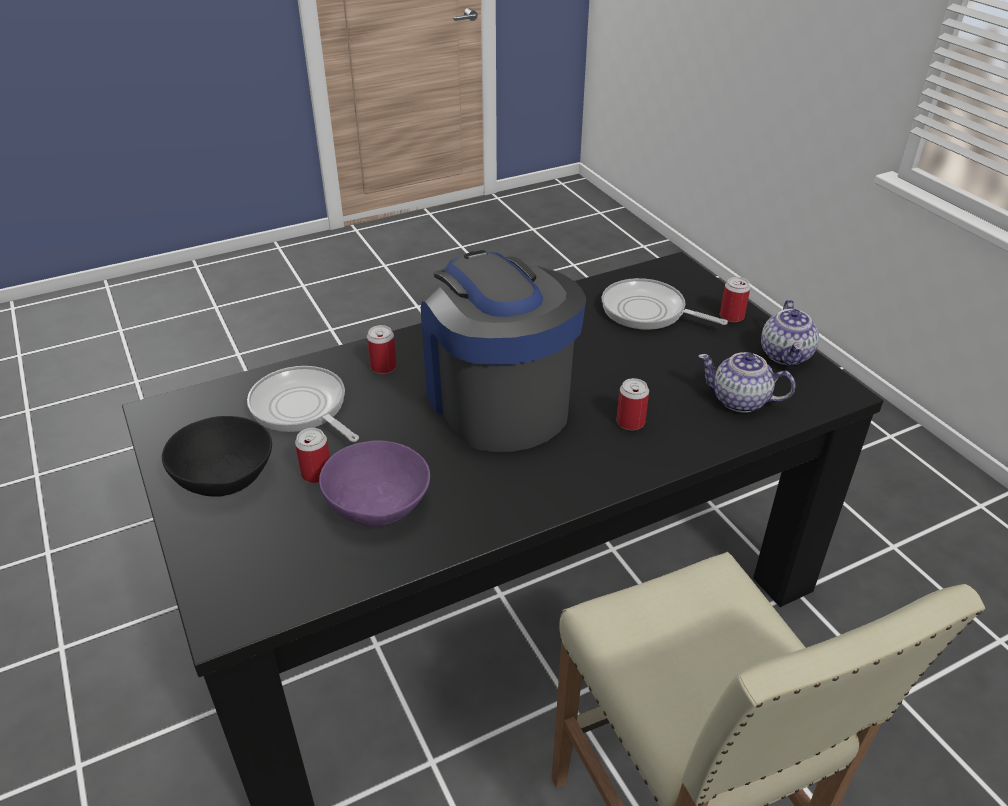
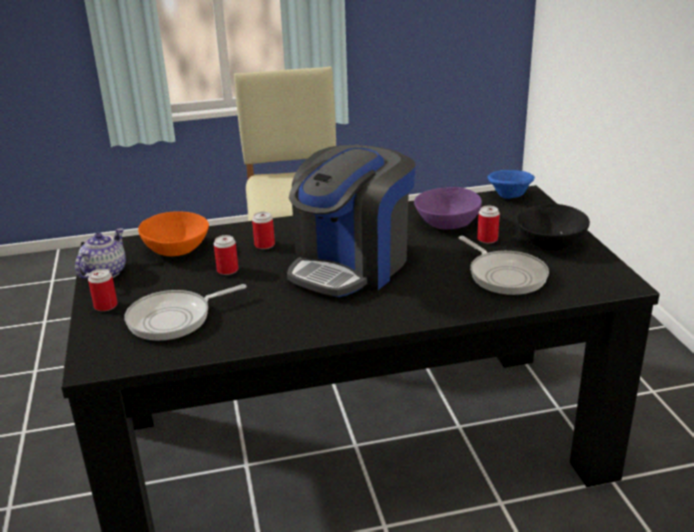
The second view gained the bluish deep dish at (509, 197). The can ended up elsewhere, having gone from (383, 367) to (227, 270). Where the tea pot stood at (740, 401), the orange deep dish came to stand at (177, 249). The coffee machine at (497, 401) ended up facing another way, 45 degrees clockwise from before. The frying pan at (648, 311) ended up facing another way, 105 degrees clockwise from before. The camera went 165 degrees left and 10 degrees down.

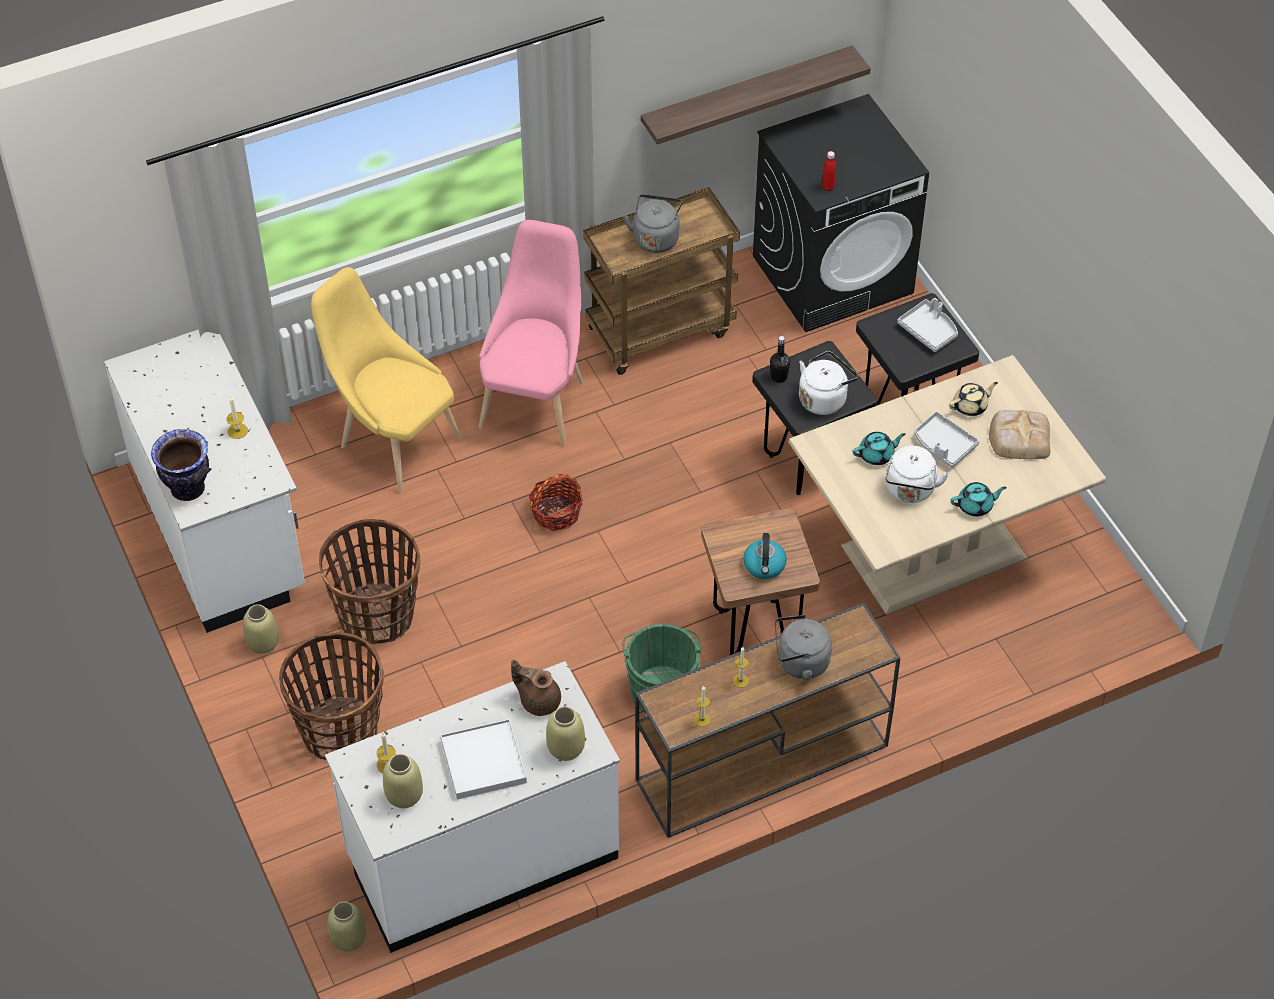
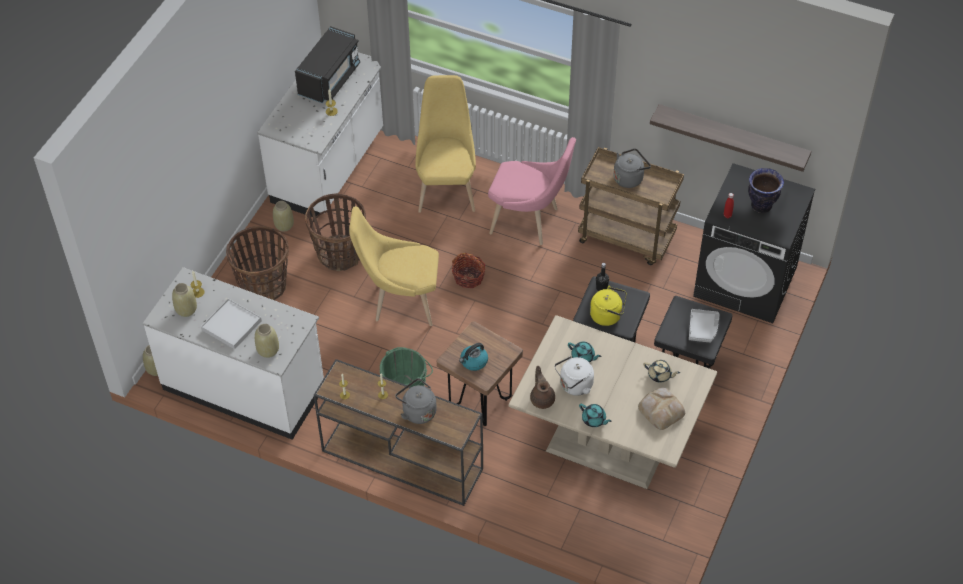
The second view lost the gray tray at (943, 445). The second view gained the black-coloured kitchen microwave at (330, 79). The second view gained the yellow plain chair at (400, 301). The vase ended up elsewhere, having gone from (187, 489) to (761, 206). The brown-coloured tea pot ended up elsewhere, having gone from (538, 700) to (542, 398). What was the white tea kettle at (824, 398) turned into the yellow tea kettle at (608, 315). The pink plain chair at (536, 399) ended up facing another way, 45 degrees clockwise from before. The camera went 50 degrees right and 0 degrees up.

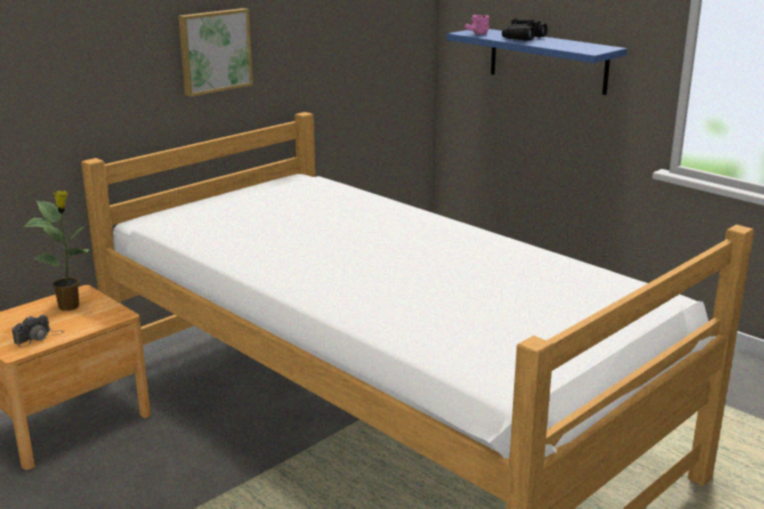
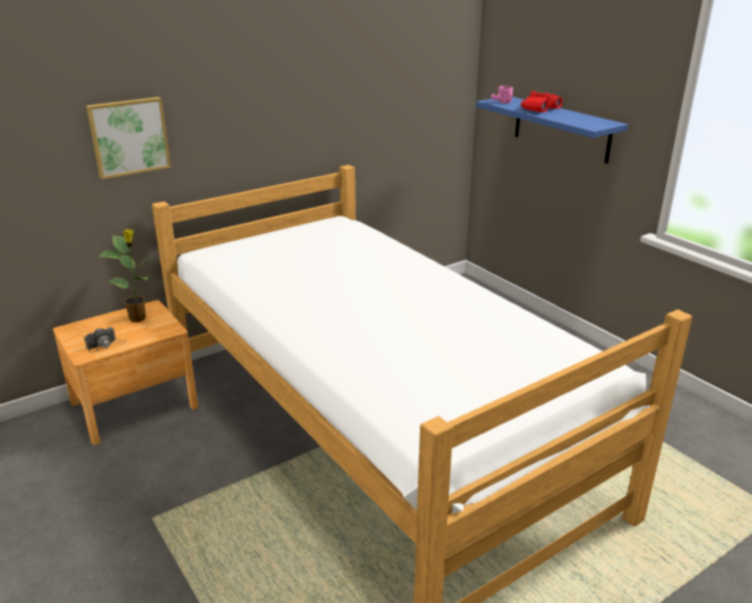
The wall art ended up elsewhere, having gone from (214, 51) to (129, 136). What was the black-coloured binoculars at (523, 38) turned into the reddish binoculars at (539, 109). The camera went 10 degrees right and 5 degrees up.

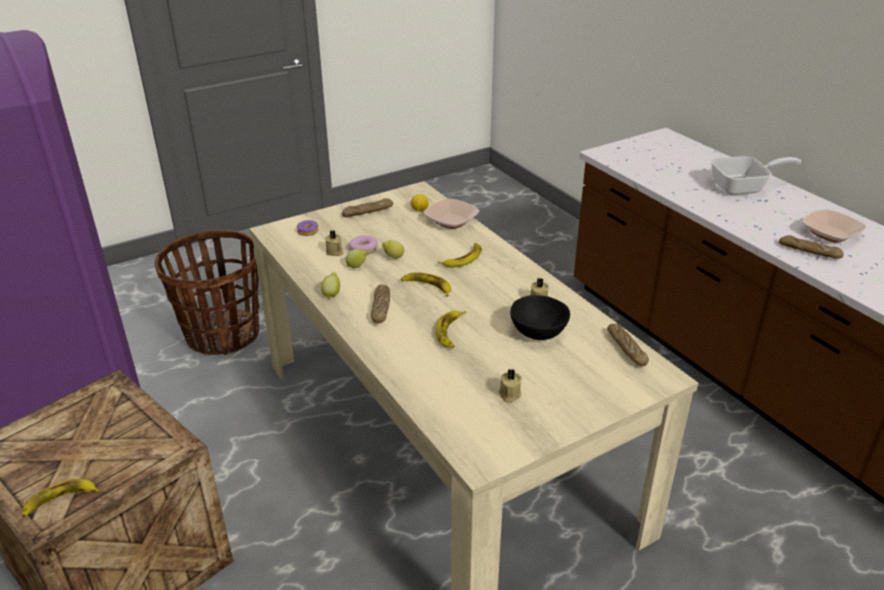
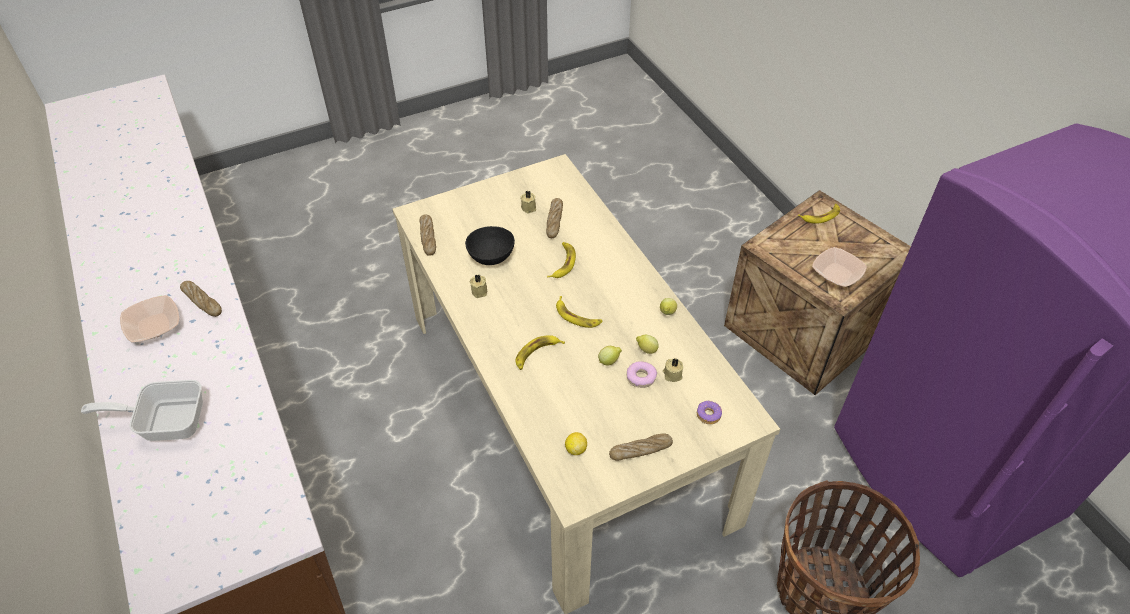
The bakery bread ended up elsewhere, having gone from (381, 308) to (554, 221). The deep dish ended up elsewhere, having gone from (451, 221) to (836, 274). The camera went 175 degrees left and 15 degrees up.

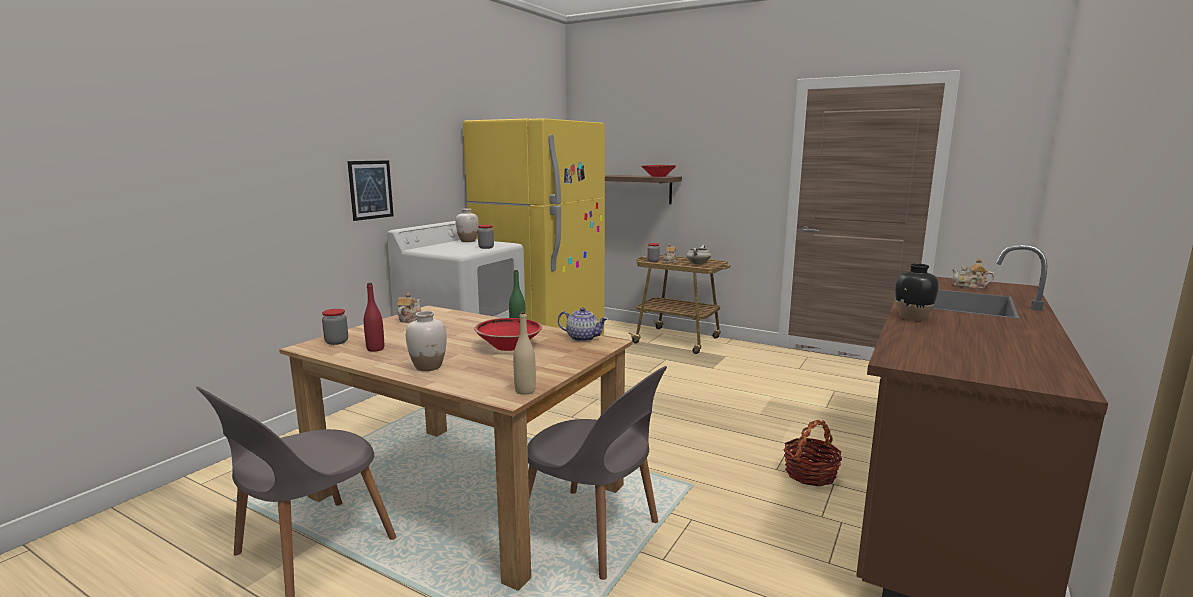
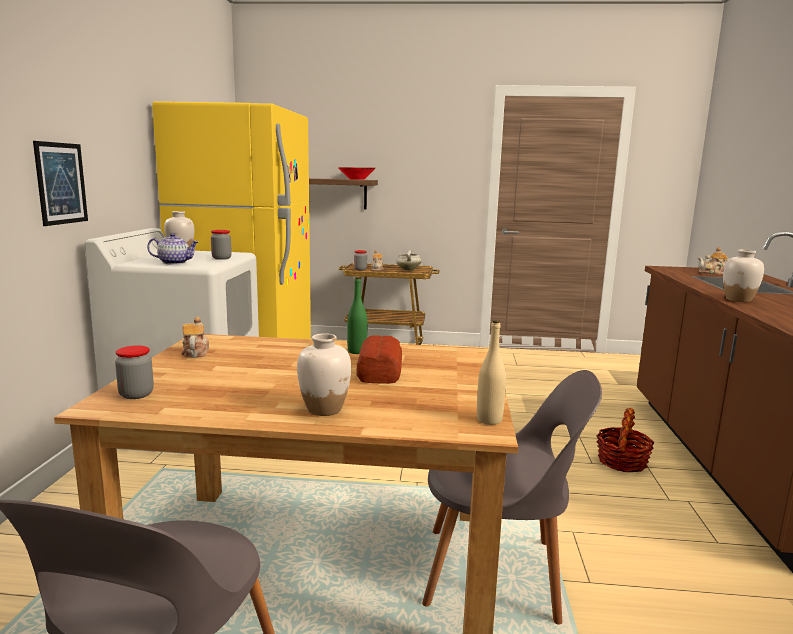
The second view lost the reddish drink bottle at (375, 349). The tea pot ended up elsewhere, having gone from (583, 338) to (175, 263). Where the reddish deep dish stood at (508, 346), the bakery bread came to stand at (379, 371). What was the black-coloured vase at (912, 318) turned into the white vase at (738, 300). The camera went 25 degrees left and 0 degrees up.

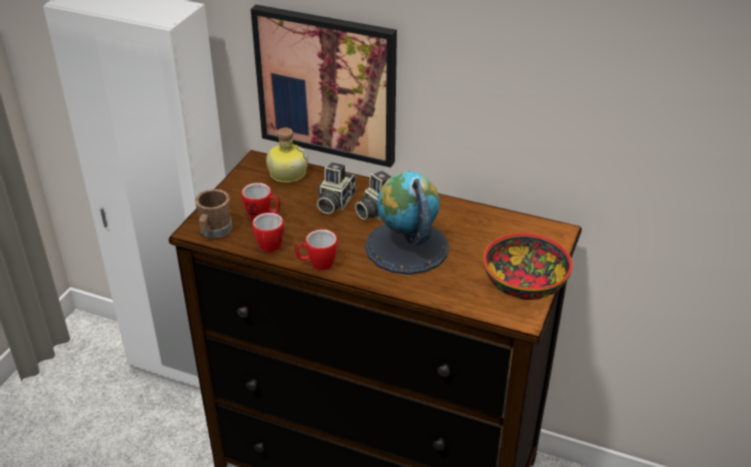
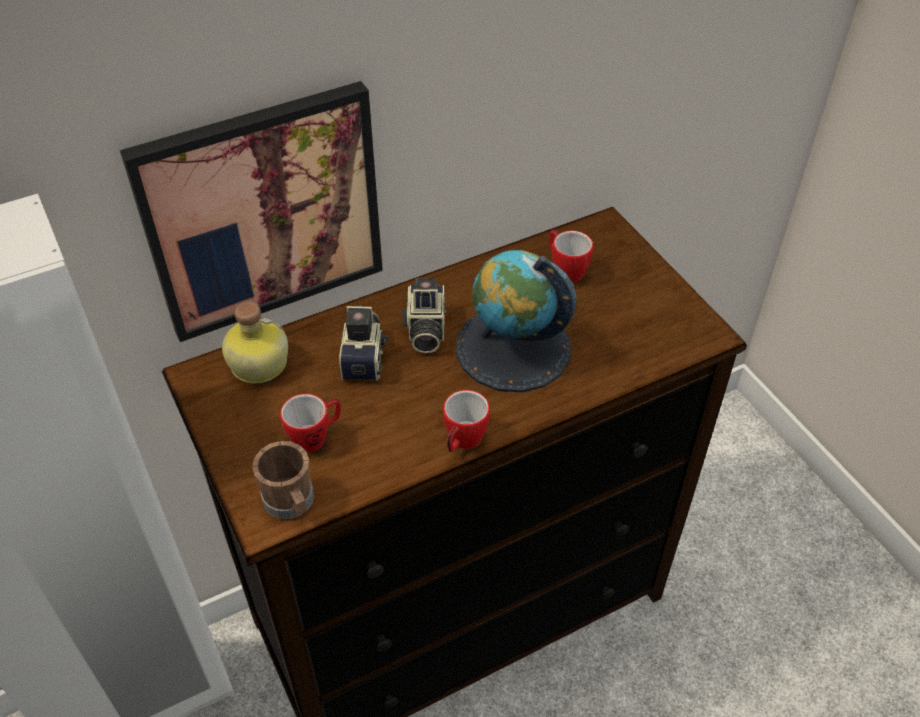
The second view lost the deep dish at (525, 285). The tea mug ended up elsewhere, having gone from (271, 242) to (565, 269). The photo camera at (334, 202) ended up facing another way, 150 degrees counterclockwise from before. The camera went 50 degrees left and 10 degrees up.

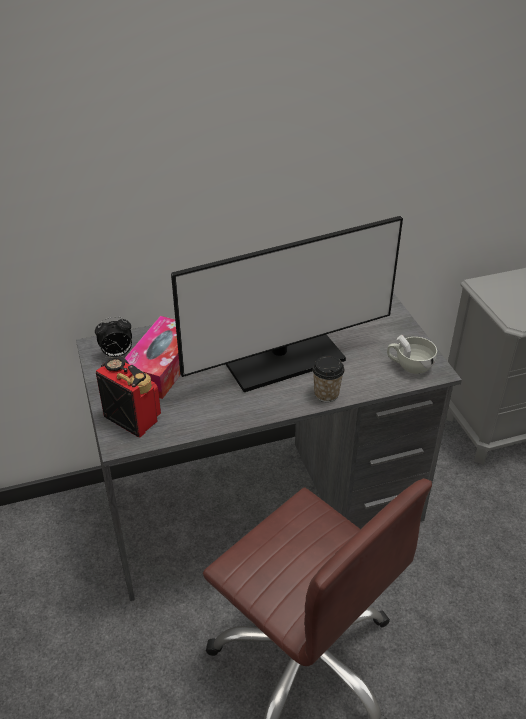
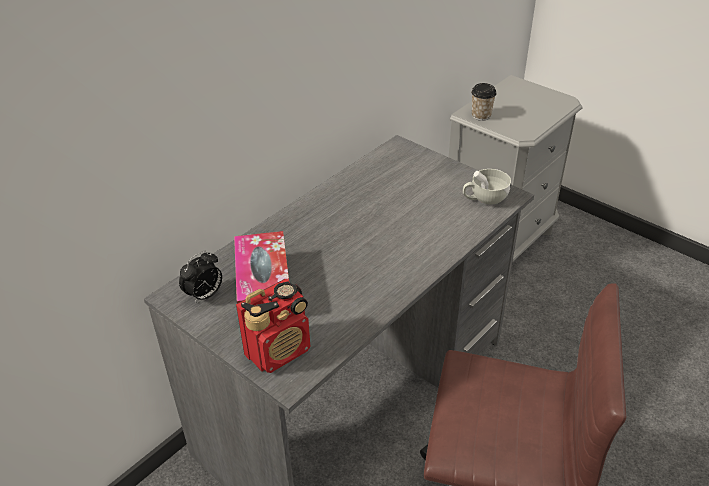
The second view lost the computer display at (284, 360). The cup ended up elsewhere, having gone from (326, 394) to (481, 116). The radio at (132, 418) ended up facing another way, 135 degrees clockwise from before. The camera went 30 degrees left and 0 degrees up.

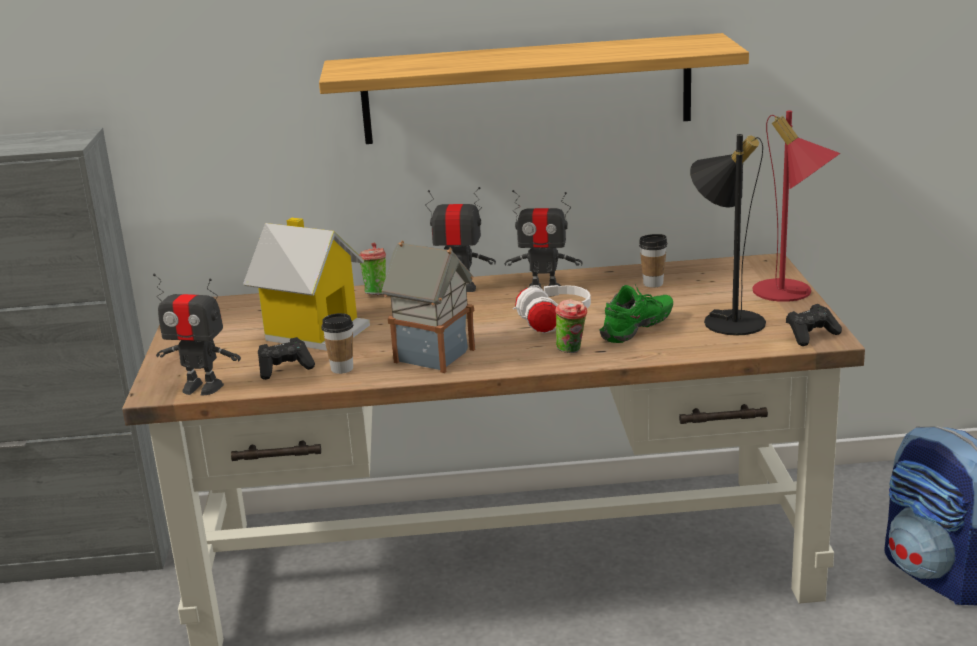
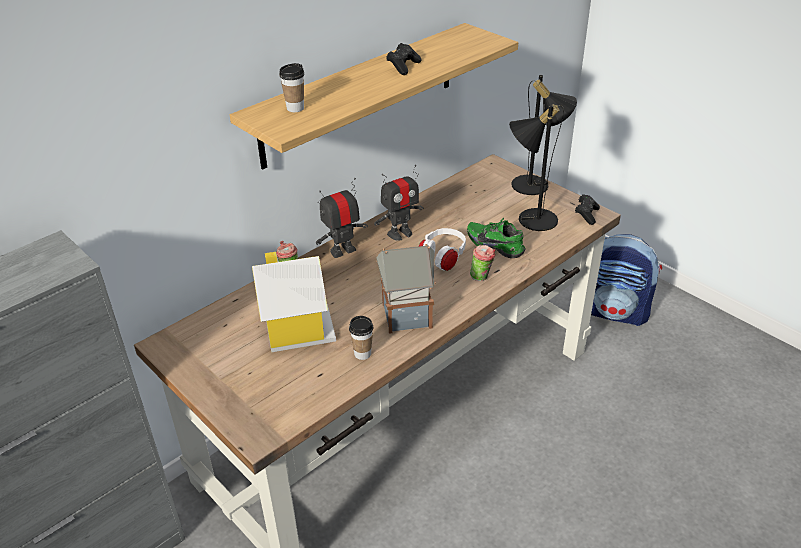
The second view lost the model robot at (202, 387). The black-coloured gamepad ended up elsewhere, having gone from (285, 369) to (403, 67). The cup ended up elsewhere, having gone from (653, 284) to (295, 108). What was the reddish table lamp at (791, 294) turned into the black-coloured table lamp at (537, 186). The green-coloured shoe at (639, 330) ended up facing another way, 60 degrees counterclockwise from before. The camera went 40 degrees left and 15 degrees up.

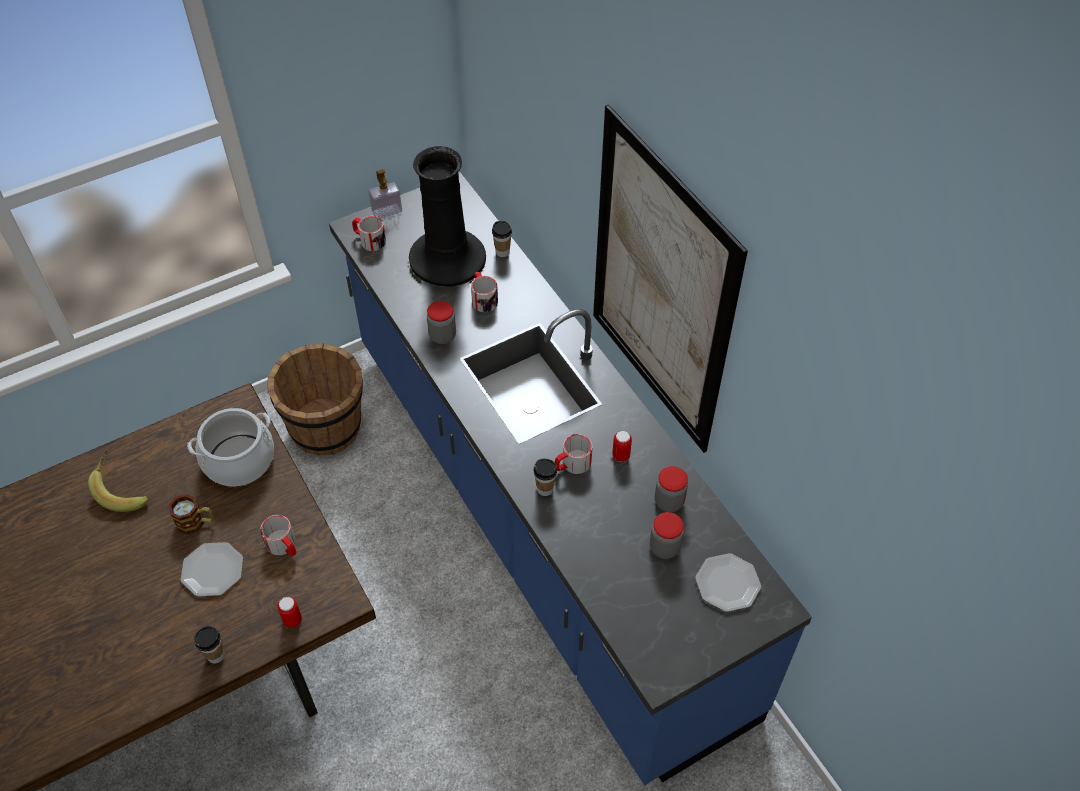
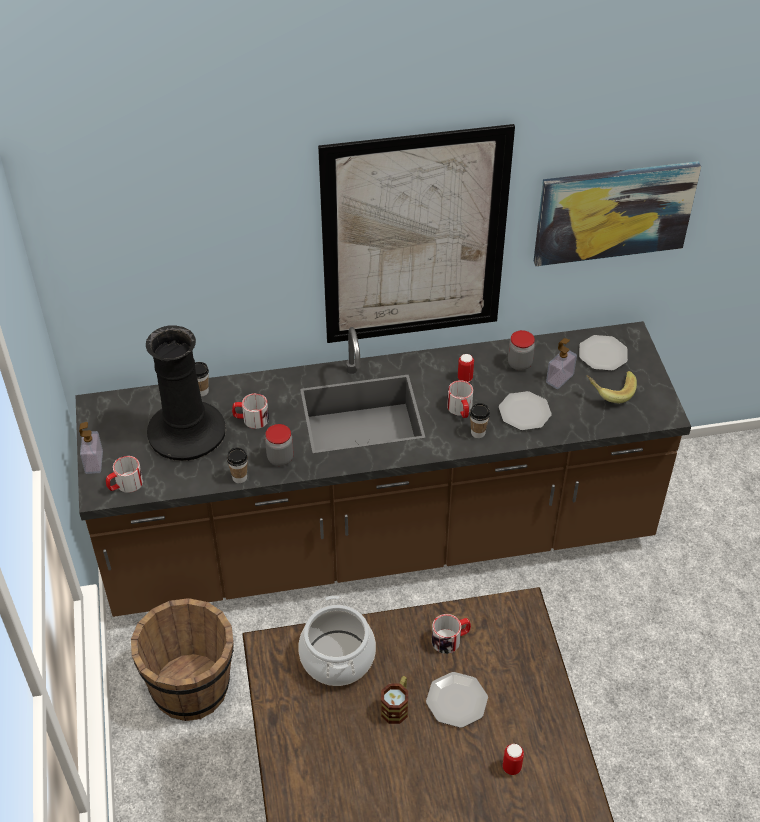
The second view gained the plate at (525, 412). The second view gained the wall art at (614, 212). The banana ended up elsewhere, having gone from (123, 489) to (609, 391). The cup ended up elsewhere, having gone from (215, 655) to (239, 477). The can ended up elsewhere, having gone from (292, 620) to (511, 767). Where the jar stood at (664, 547), the liquid soap bottle came to stand at (559, 379). What was the bluish kitchen counter at (540, 520) turned into the brown-coloured kitchen counter at (380, 541). The camera went 70 degrees left and 5 degrees down.

